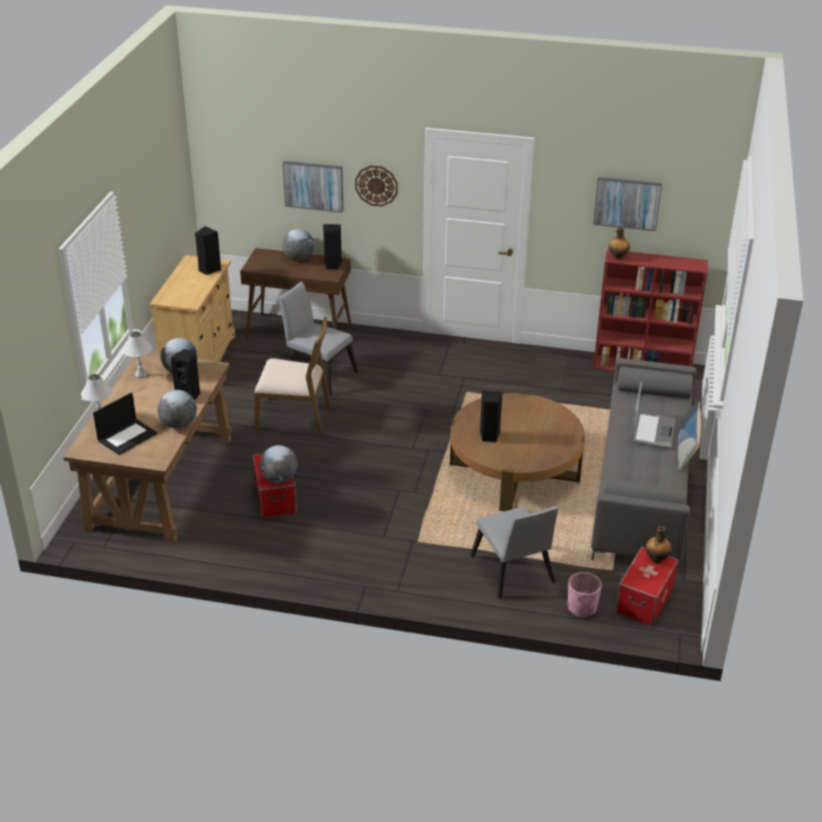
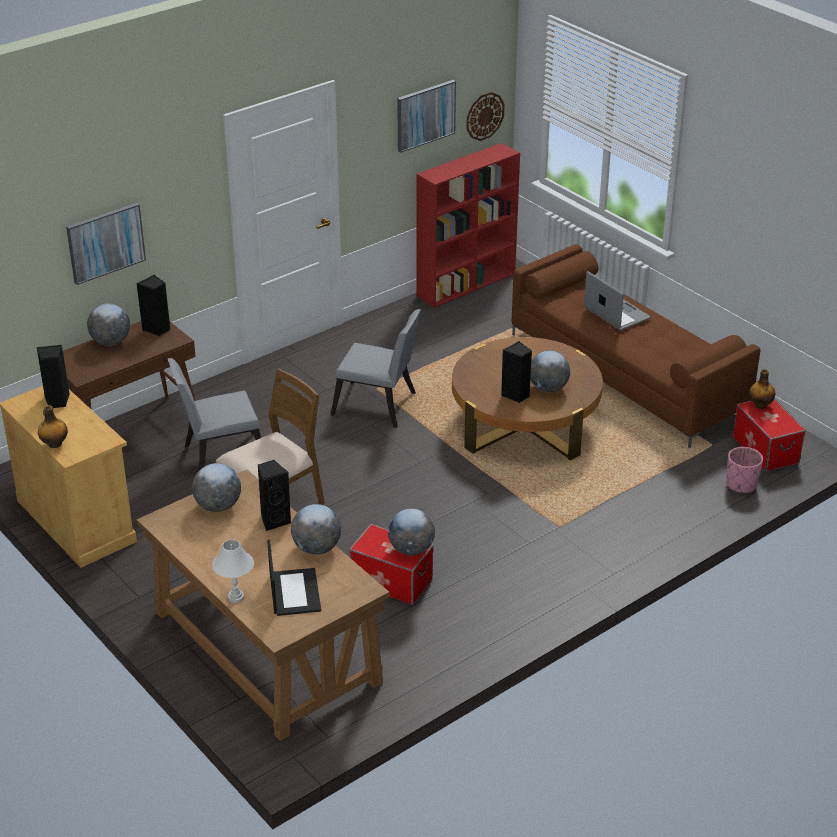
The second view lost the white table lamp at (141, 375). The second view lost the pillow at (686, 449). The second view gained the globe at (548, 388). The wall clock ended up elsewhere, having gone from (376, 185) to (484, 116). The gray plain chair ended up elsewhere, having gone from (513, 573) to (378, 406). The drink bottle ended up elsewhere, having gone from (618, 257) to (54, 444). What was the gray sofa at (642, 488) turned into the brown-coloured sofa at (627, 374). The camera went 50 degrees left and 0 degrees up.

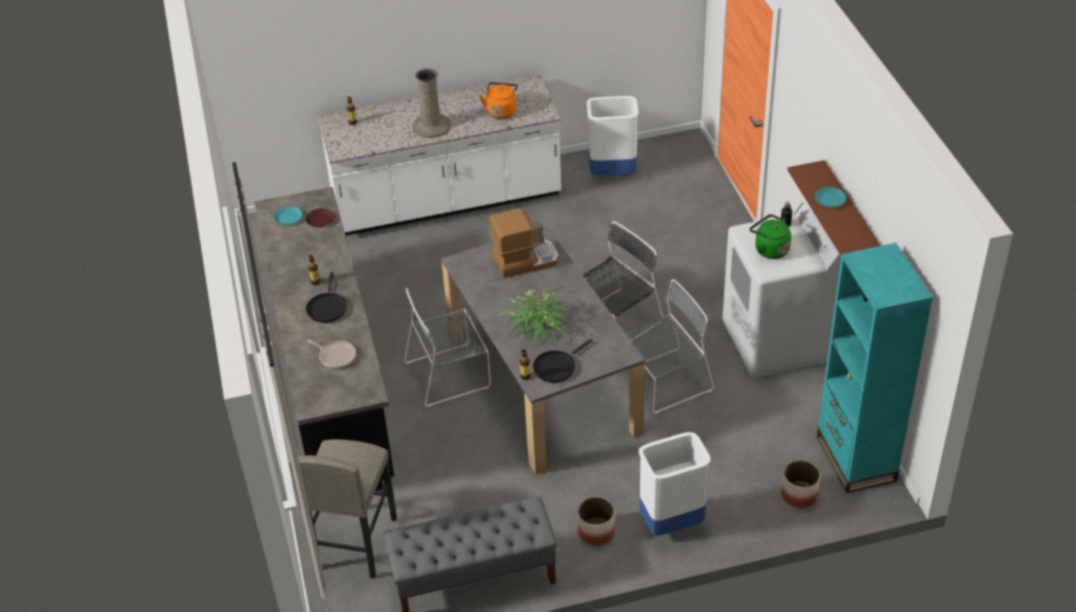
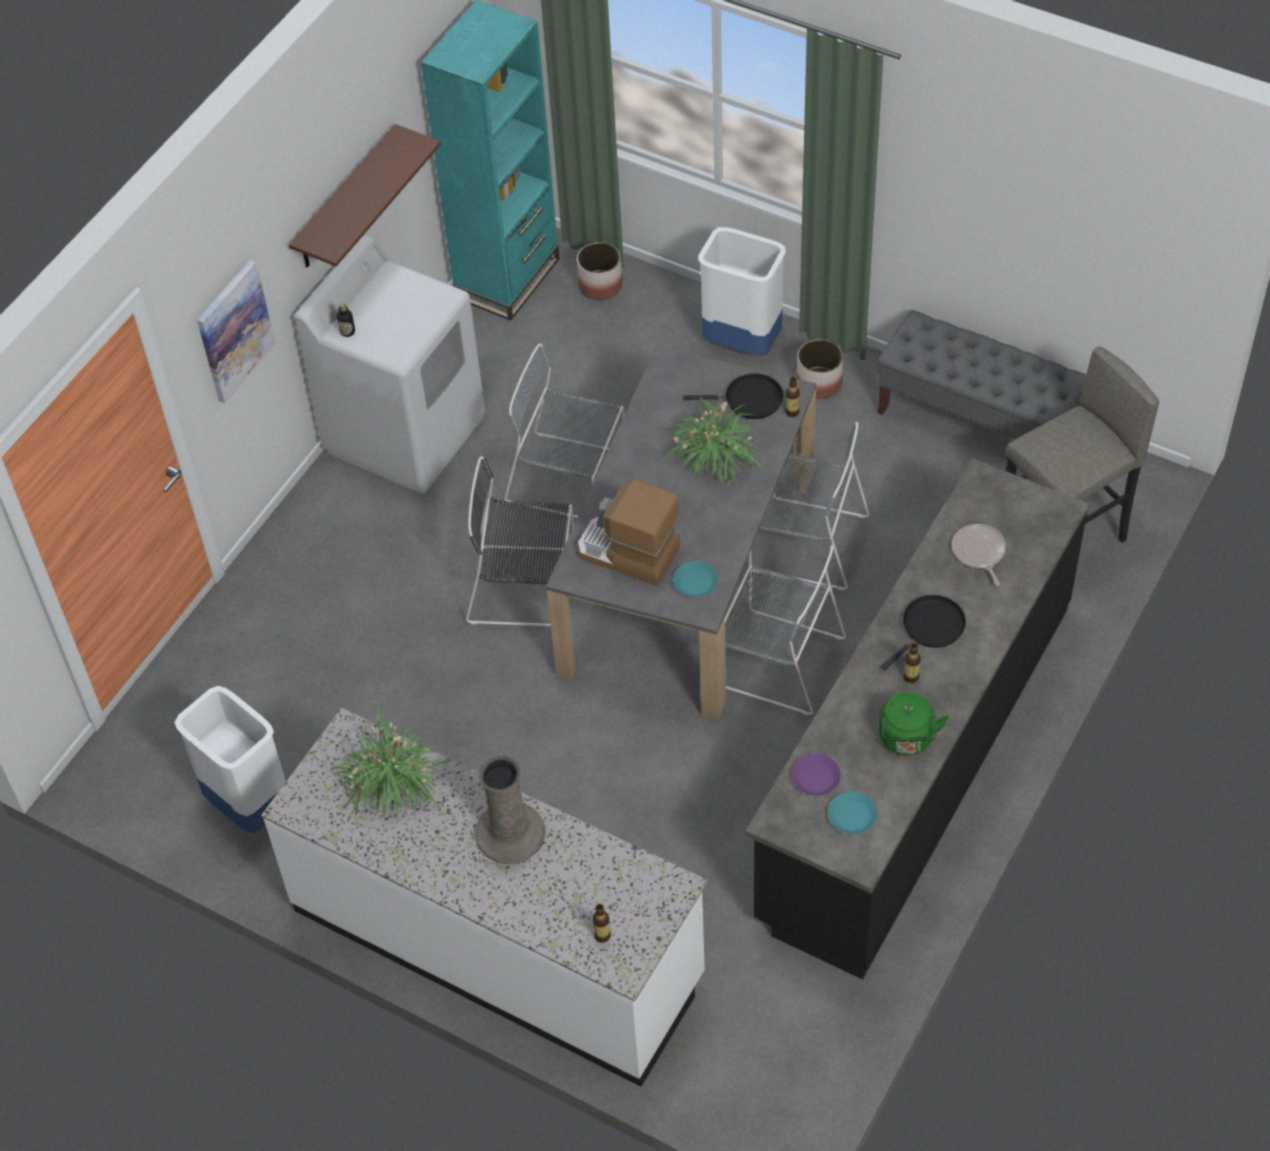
The second view gained the wall art at (234, 331). The second view gained the gray plain chair at (804, 542). The green-coloured tea kettle ended up elsewhere, having gone from (769, 249) to (907, 740). The blue-green plate ended up elsewhere, having gone from (829, 200) to (695, 583). Where the orange tea kettle stood at (501, 111), the plant in a pot came to stand at (392, 785). What was the brown-coloured plate at (320, 220) turned into the purple plate at (815, 778). The camera went 135 degrees left and 10 degrees up.

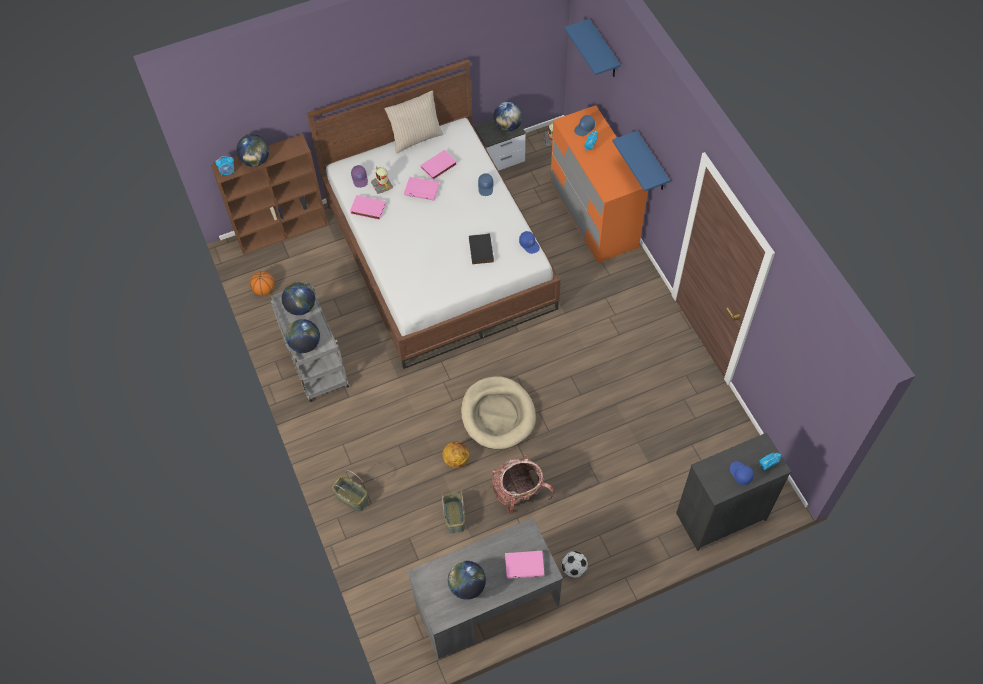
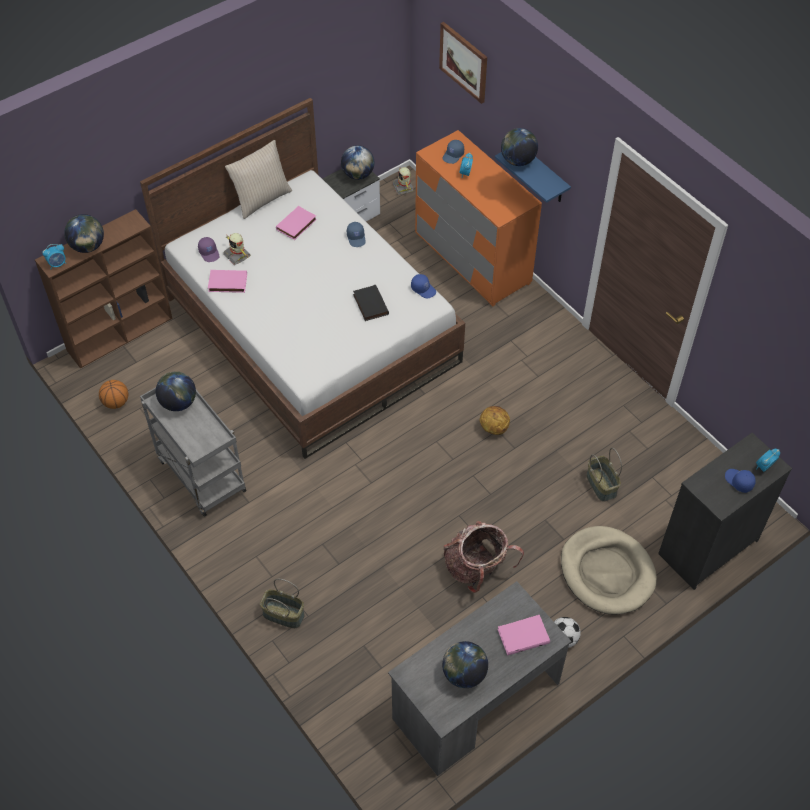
The second view lost the pink bound book at (422, 189). The globe ended up elsewhere, having gone from (305, 344) to (518, 161). The basketball ball ended up elsewhere, having gone from (456, 459) to (493, 428). The basket ended up elsewhere, having gone from (455, 517) to (602, 485). The beige dog cushion ended up elsewhere, having gone from (498, 414) to (607, 572). Where the bluish shelf hung at (604, 50), the wall art came to hang at (464, 62). The camera went 15 degrees left and 5 degrees down.

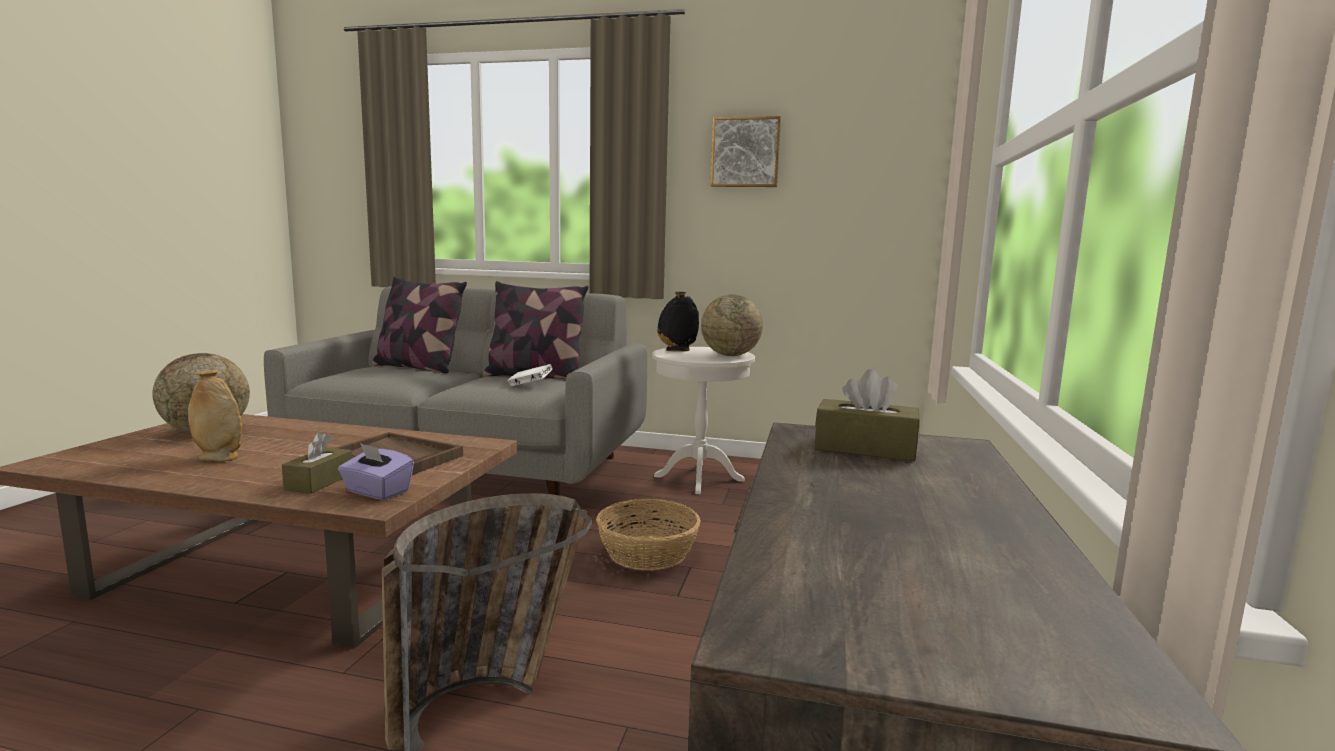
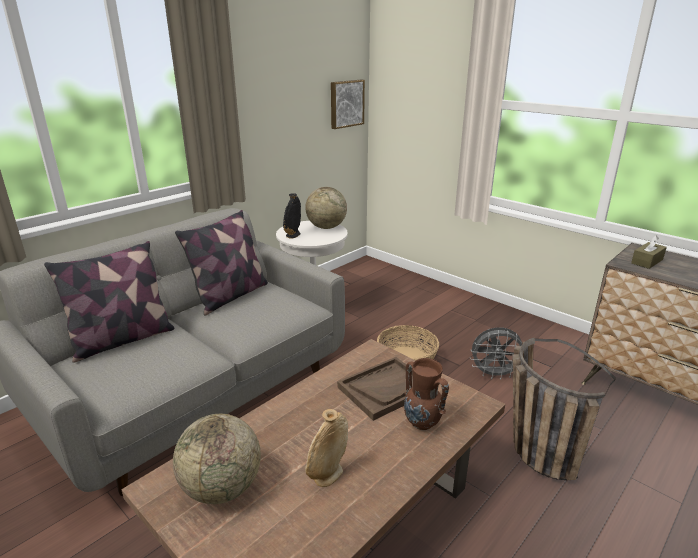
The second view lost the purple tissue box at (377, 492). The second view lost the white bound book at (530, 385). The second view gained the gray fan at (494, 374). The wall art ended up elsewhere, having gone from (745, 152) to (346, 103). Where the brown-coloured tissue box stood at (319, 482), the brown-coloured vase came to stand at (422, 424). The camera went 60 degrees left and 15 degrees up.

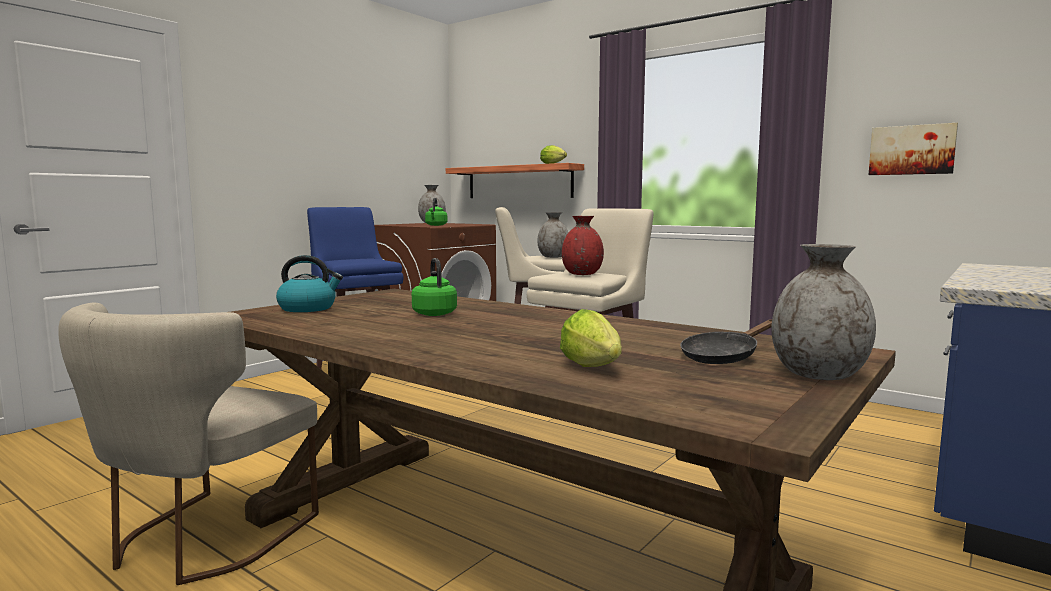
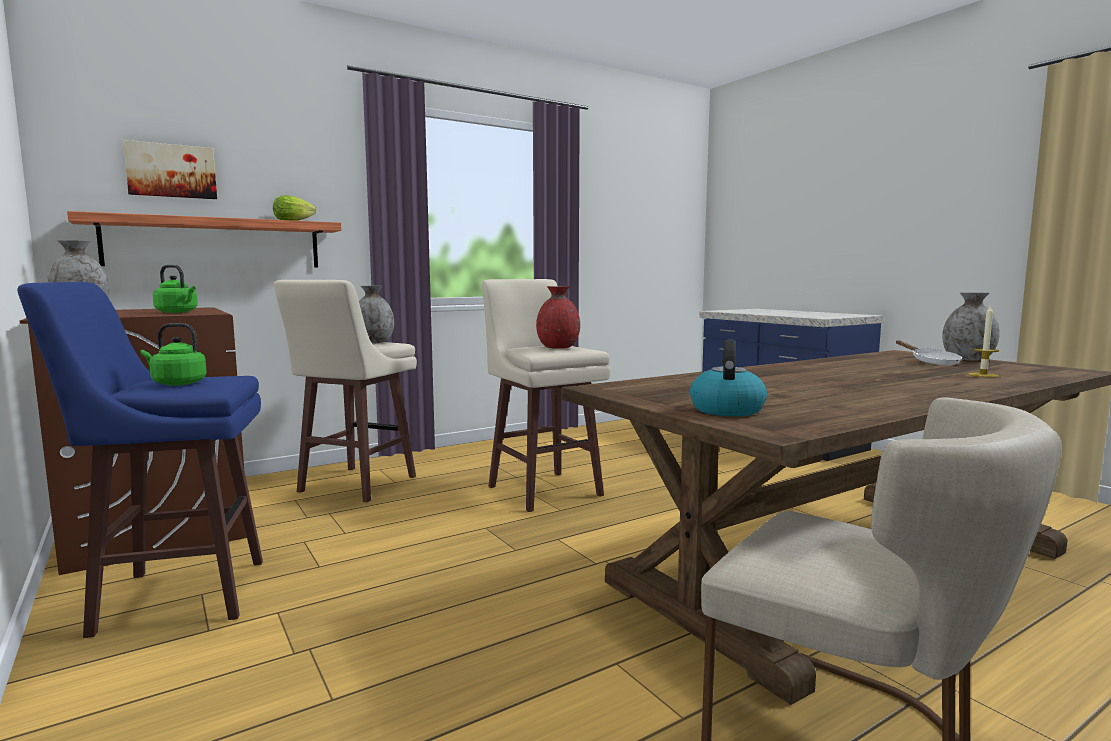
The green-coloured tea kettle ended up elsewhere, having gone from (434, 313) to (176, 383). The wall art ended up elsewhere, having gone from (912, 150) to (171, 171). Where the lettuce head stood at (594, 368), the candle came to stand at (983, 375). What was the black-coloured frying pan at (723, 357) turned into the white frying pan at (931, 362). The camera went 70 degrees left and 0 degrees up.

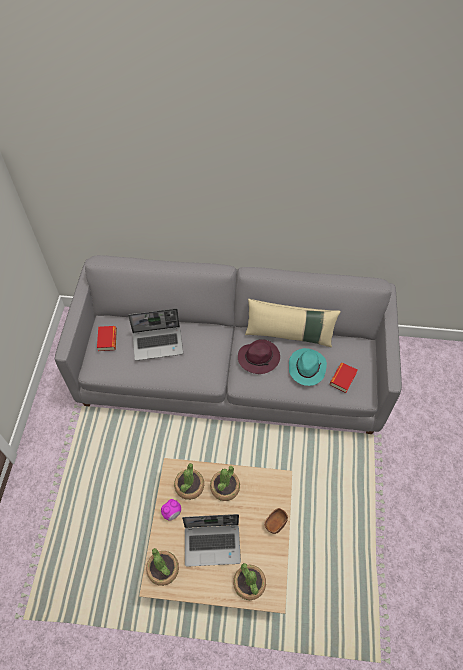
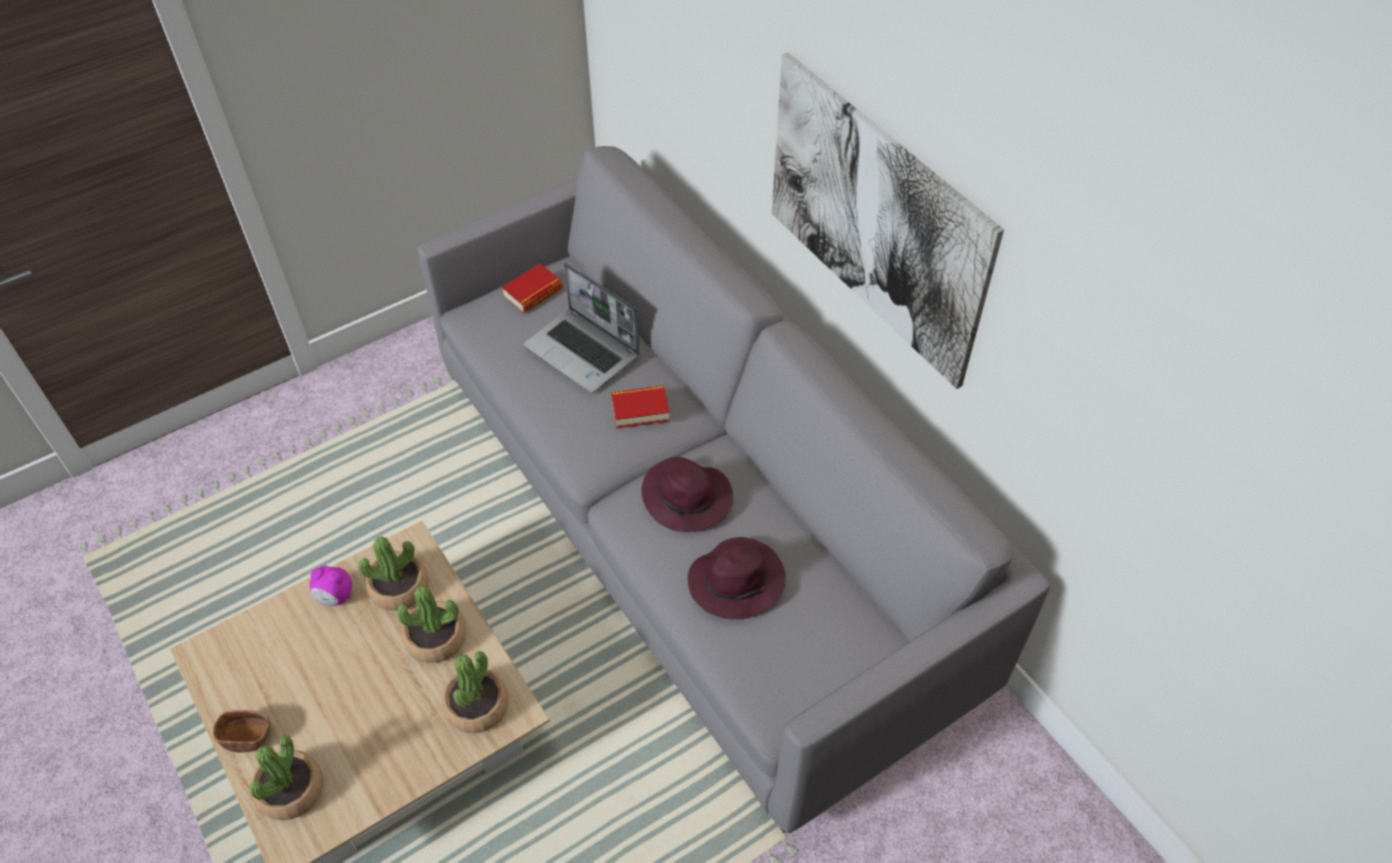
The second view lost the portable computer at (213, 544). The second view lost the beige pillow at (289, 335). The second view gained the wall art at (875, 219). The plant in a pot ended up elsewhere, having gone from (163, 569) to (477, 706). The brown-coloured deep dish ended up elsewhere, having gone from (275, 523) to (247, 737). The bound book ended up elsewhere, having gone from (343, 379) to (640, 410). What was the blue-green wearable hat at (307, 367) turned into the purple wearable hat at (737, 581). The camera went 50 degrees right and 5 degrees down.

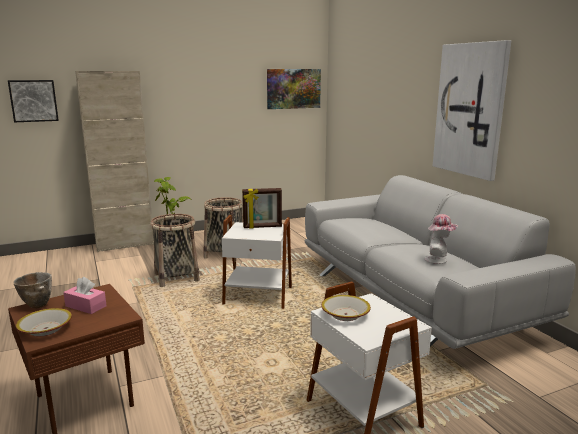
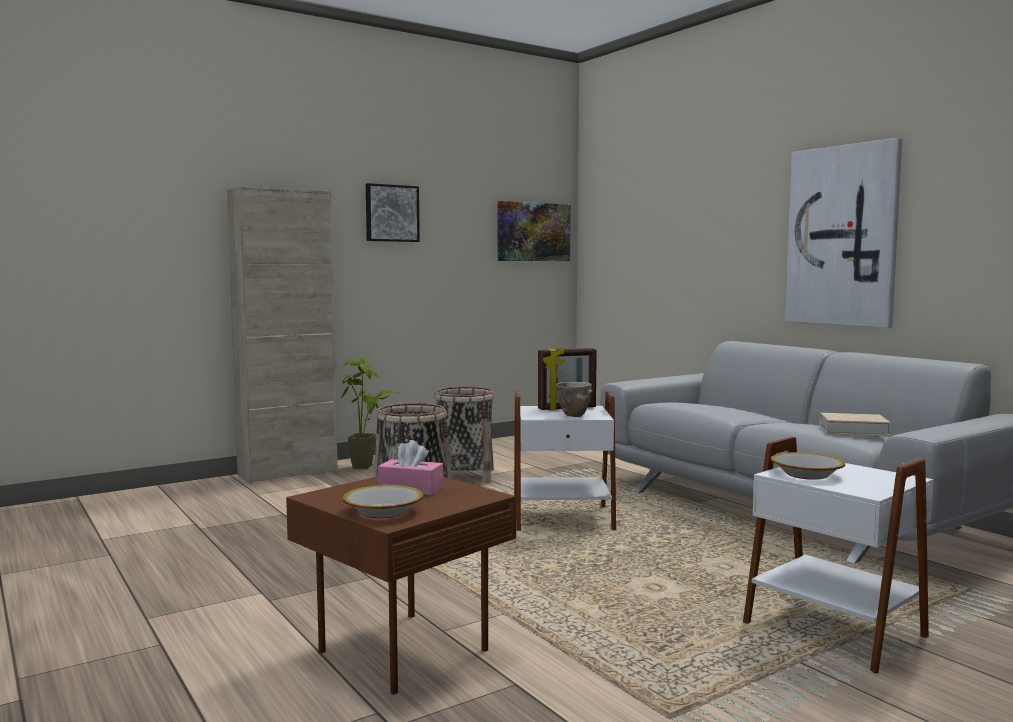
The wall art ended up elsewhere, having gone from (34, 100) to (391, 213). The deep dish ended up elsewhere, having gone from (37, 305) to (572, 415). Where the wearable hat stood at (438, 260), the beige bound book came to stand at (853, 430). The camera went 10 degrees left and 10 degrees down.

